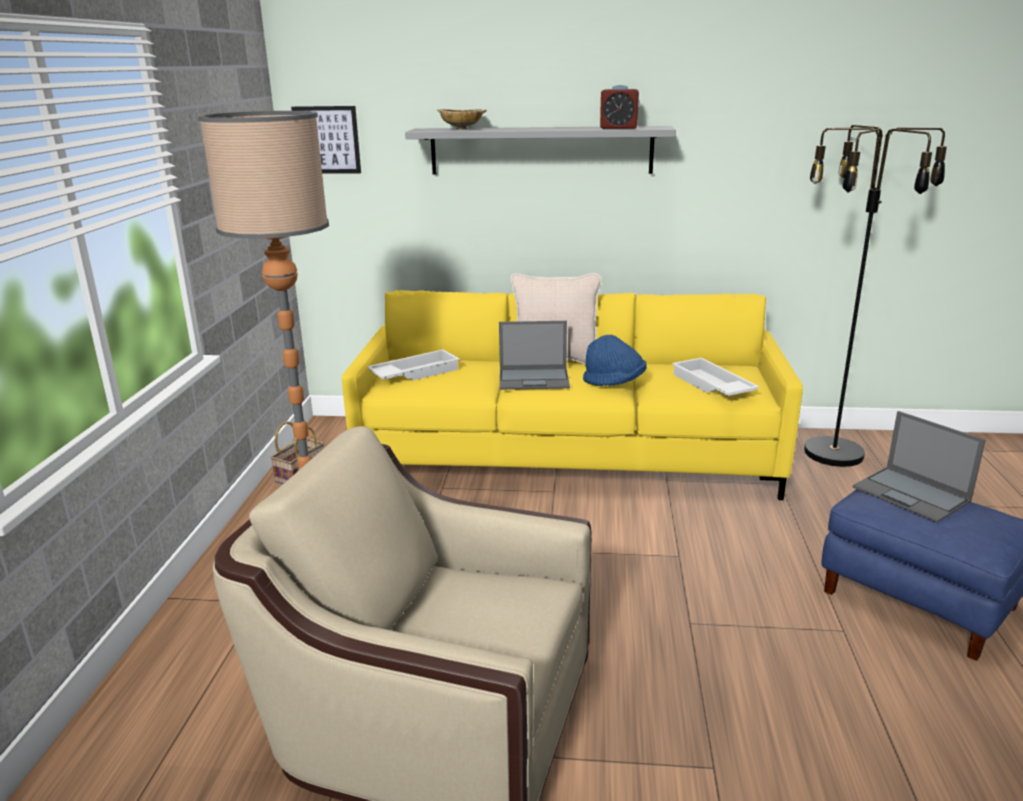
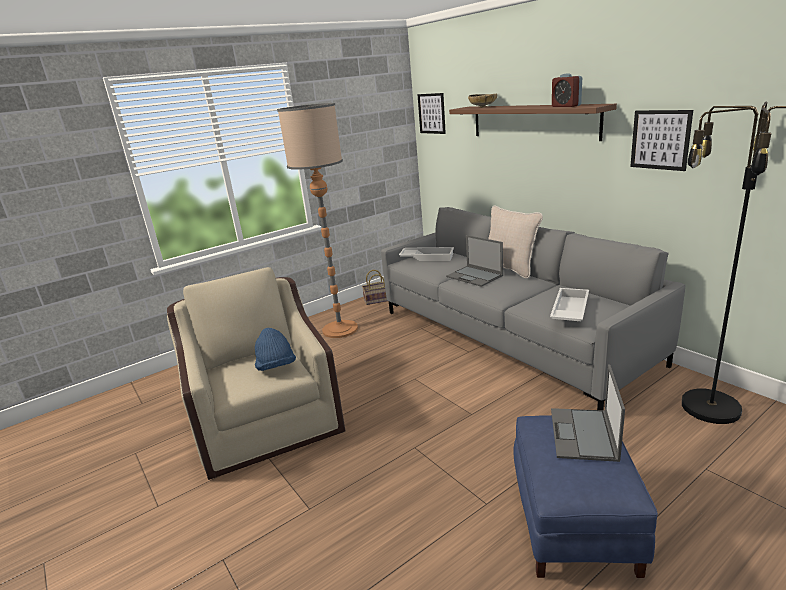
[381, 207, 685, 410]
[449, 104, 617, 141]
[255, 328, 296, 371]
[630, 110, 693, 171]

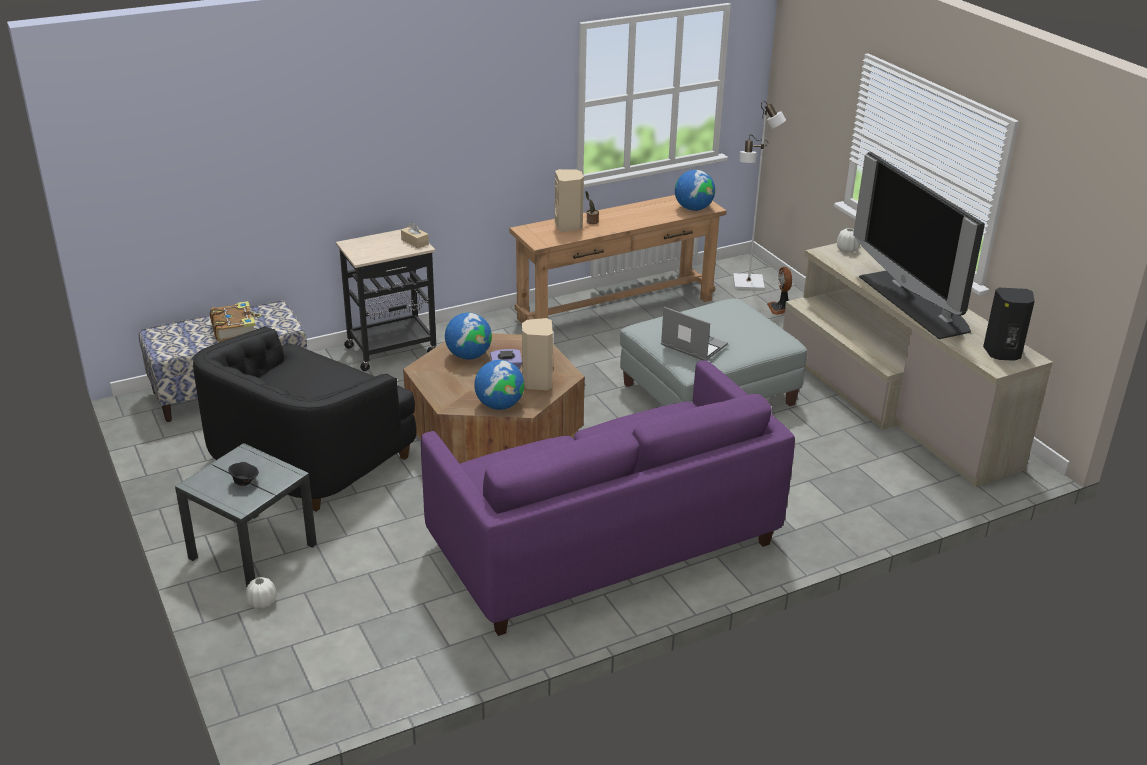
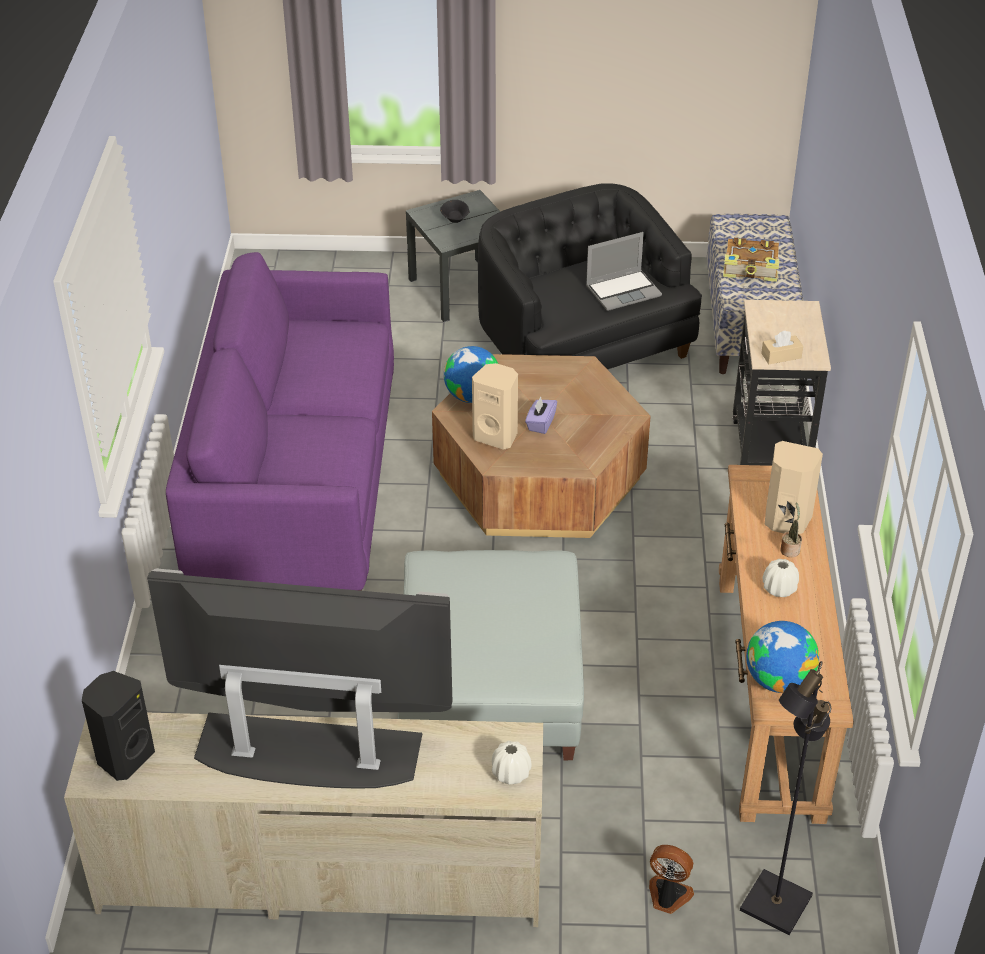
[763, 559, 799, 597]
[445, 313, 492, 360] (first image)
[586, 232, 662, 311]
[740, 661, 831, 935]

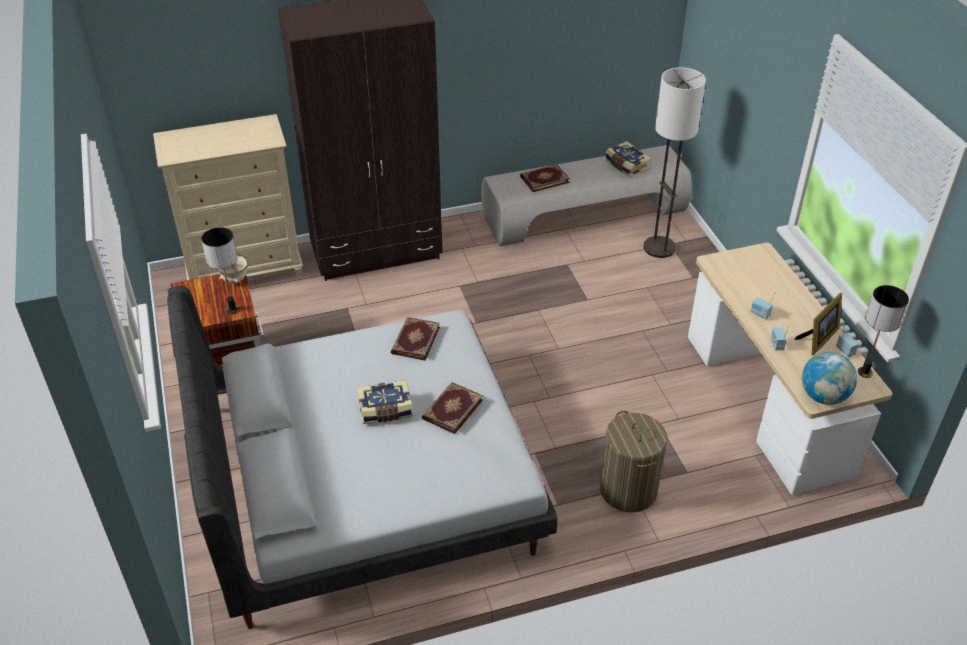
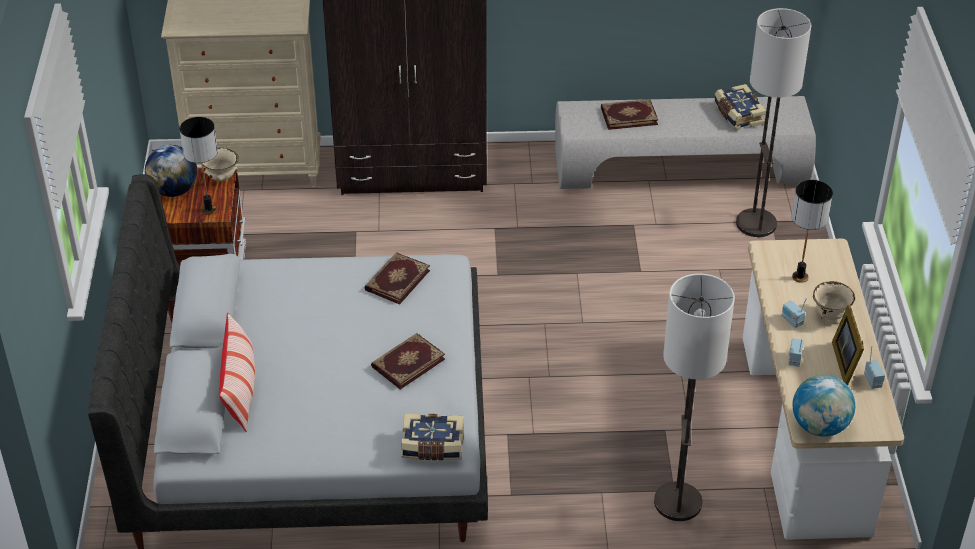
[401, 413, 464, 461]
[600, 411, 667, 512] (first image)
[832, 305, 864, 386]
[792, 180, 833, 283]
[145, 145, 197, 197]
[219, 312, 255, 432]
[654, 274, 735, 521]
[813, 281, 855, 320]

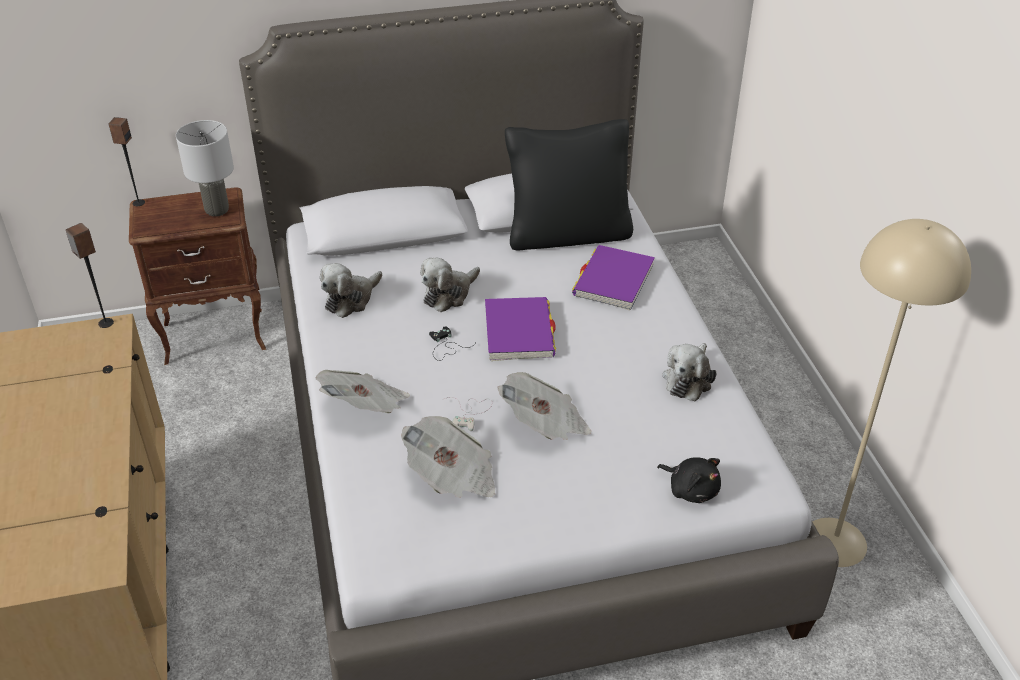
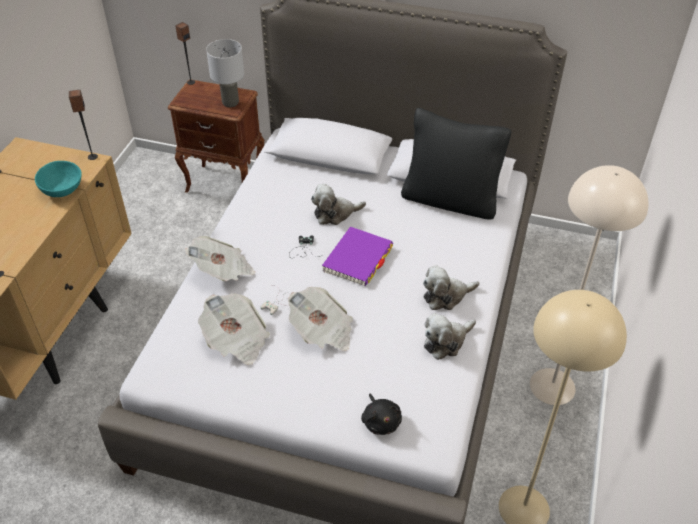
[423, 266, 479, 310]
[572, 245, 655, 310] (first image)
[35, 161, 82, 197]
[530, 165, 649, 405]

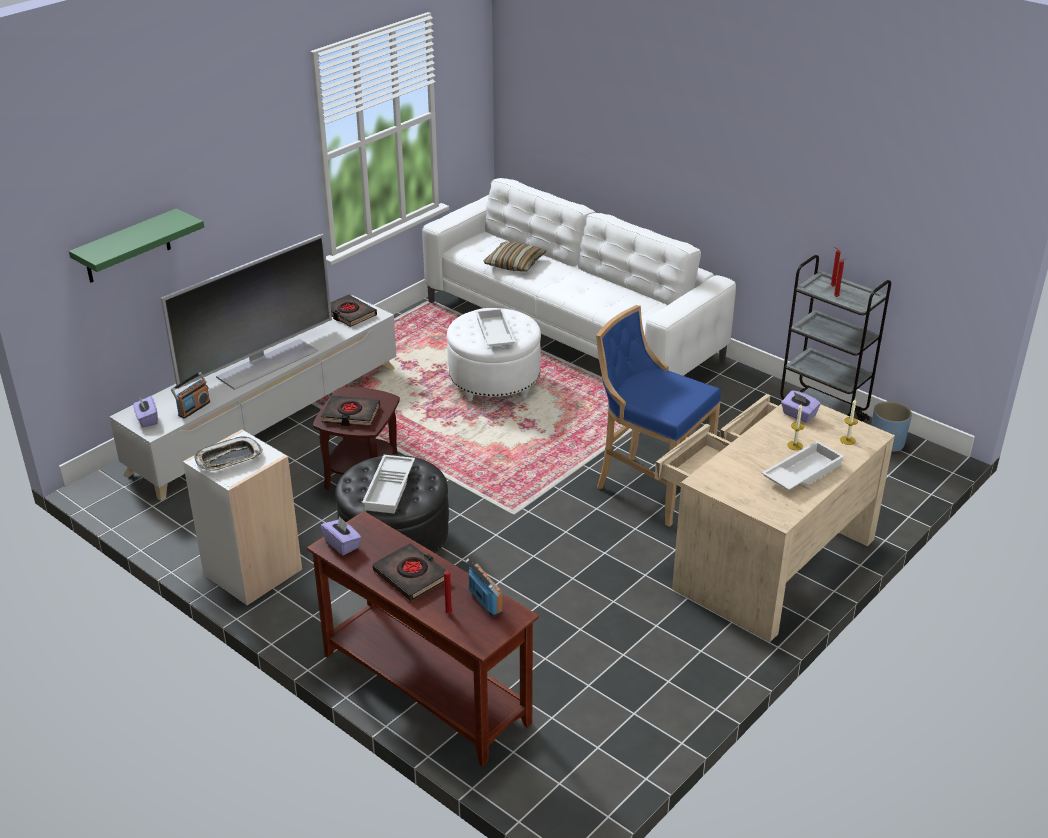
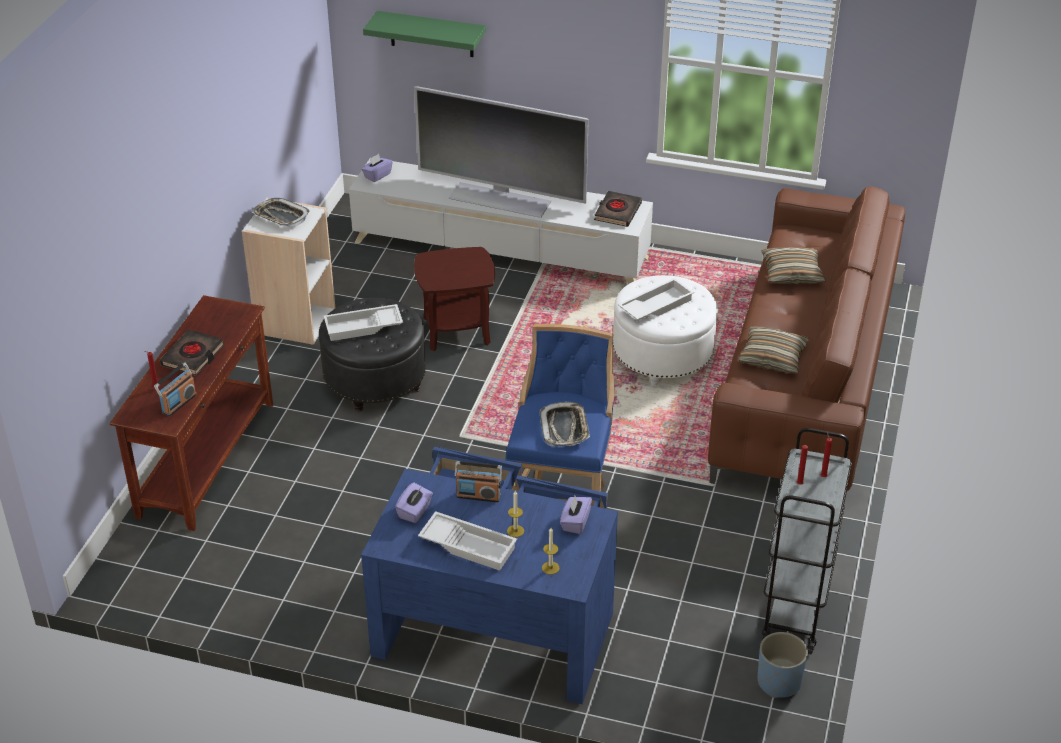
[454, 461, 502, 502]
[395, 482, 433, 523]
[321, 395, 380, 426] (first image)
[708, 186, 905, 503]
[361, 447, 618, 704]
[539, 401, 590, 447]
[739, 326, 809, 373]

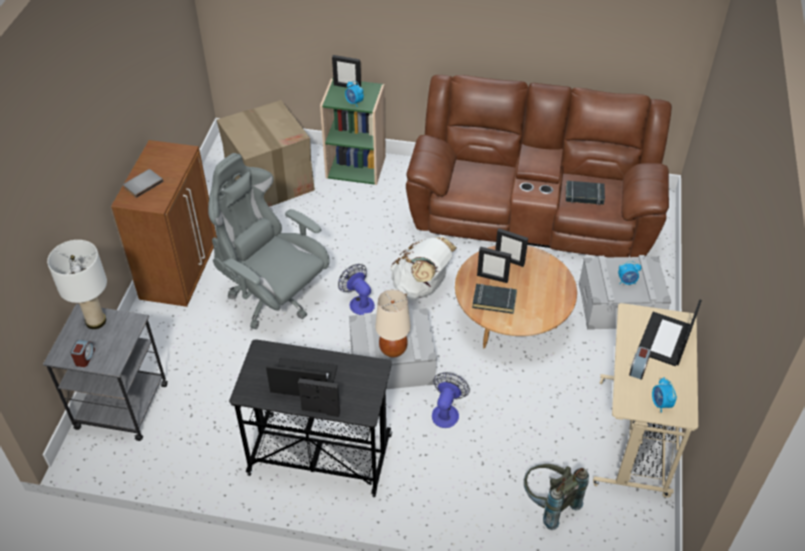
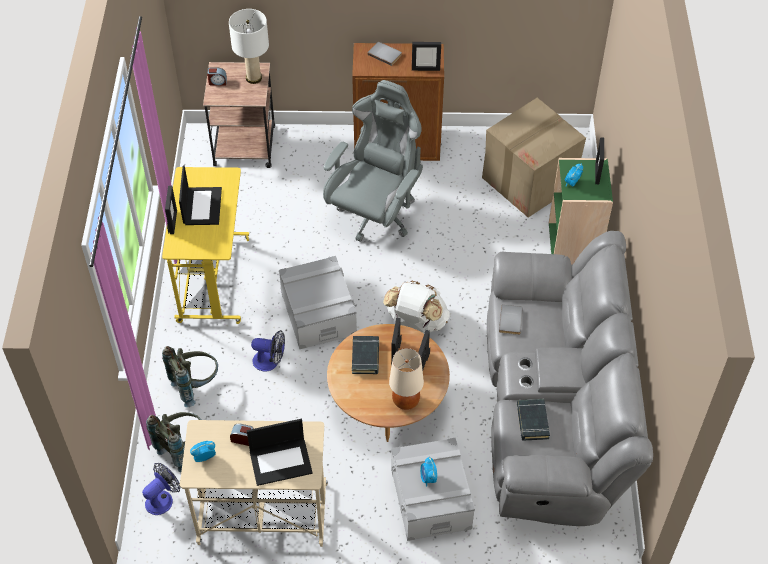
[203, 62, 275, 168]
[162, 167, 249, 324]
[142, 463, 180, 515]
[389, 348, 424, 410]
[487, 231, 653, 526]
[247, 419, 313, 486]
[162, 346, 218, 407]
[412, 42, 441, 71]
[499, 305, 523, 335]

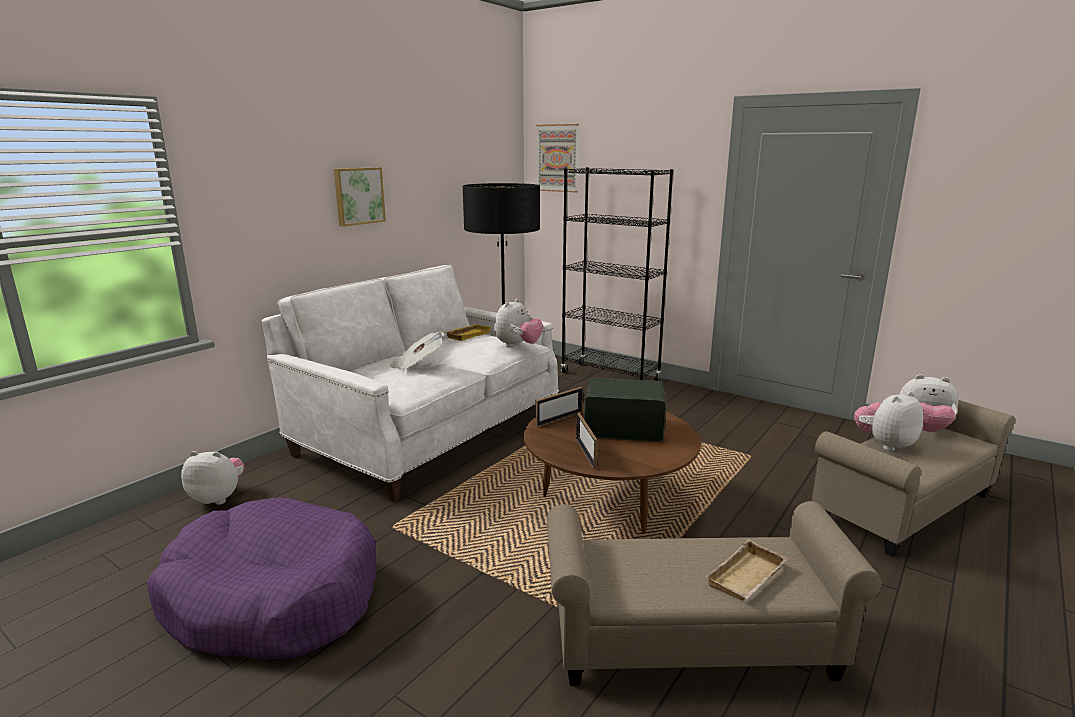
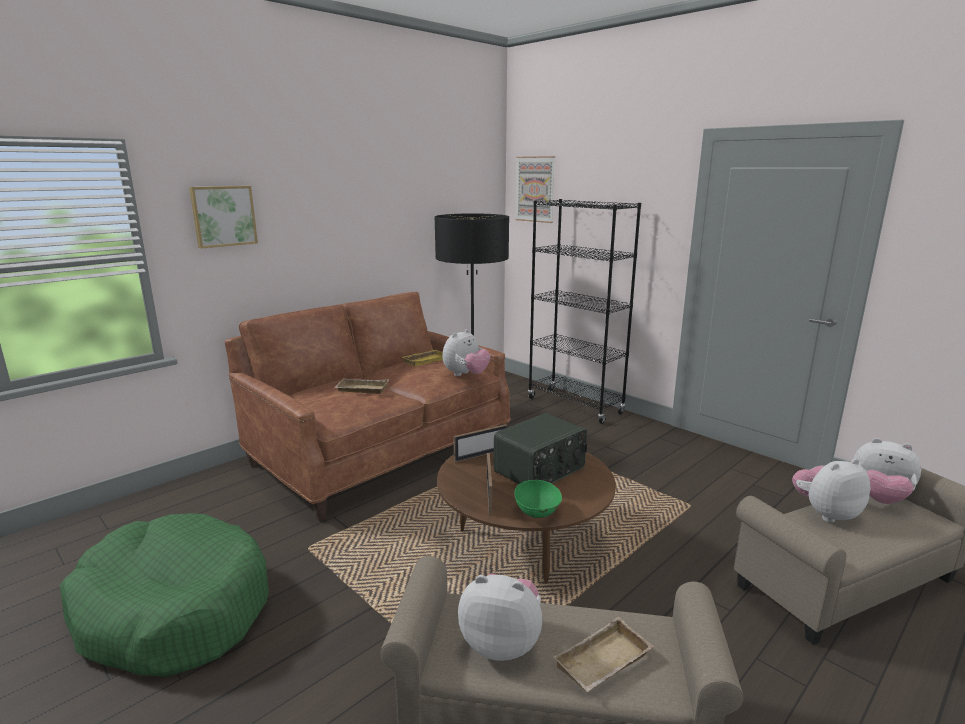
[60, 513, 269, 677]
[458, 574, 542, 661]
[225, 292, 511, 522]
[189, 186, 258, 248]
[334, 378, 389, 394]
[494, 413, 587, 484]
[514, 480, 562, 518]

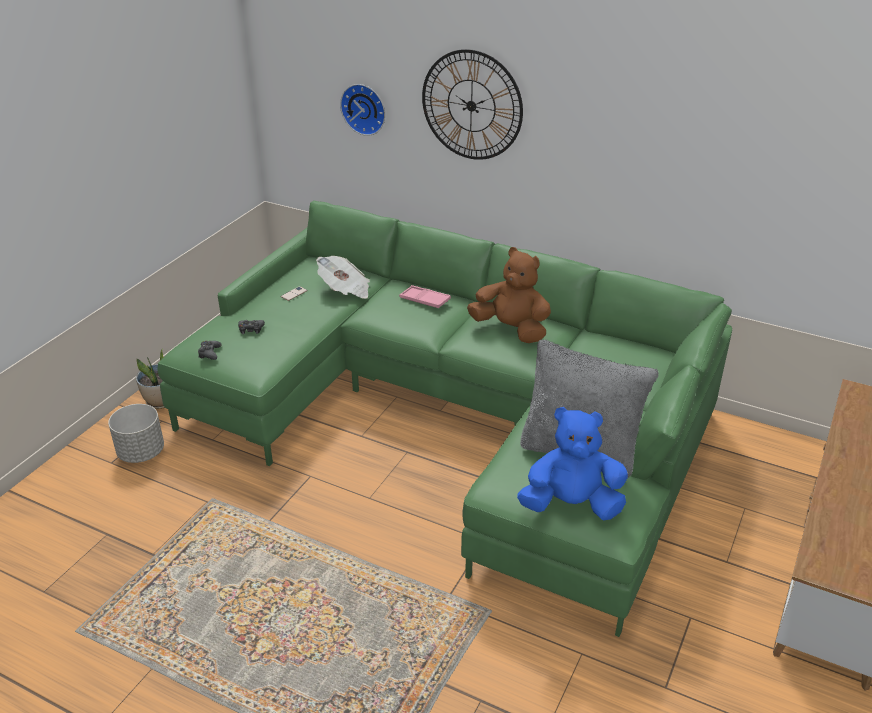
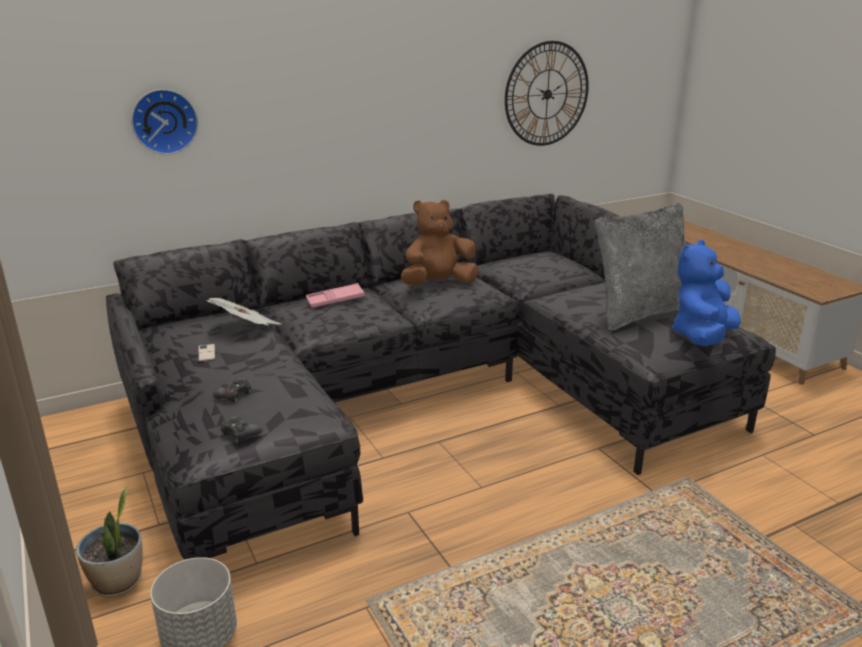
[106, 194, 776, 560]
[505, 41, 589, 146]

